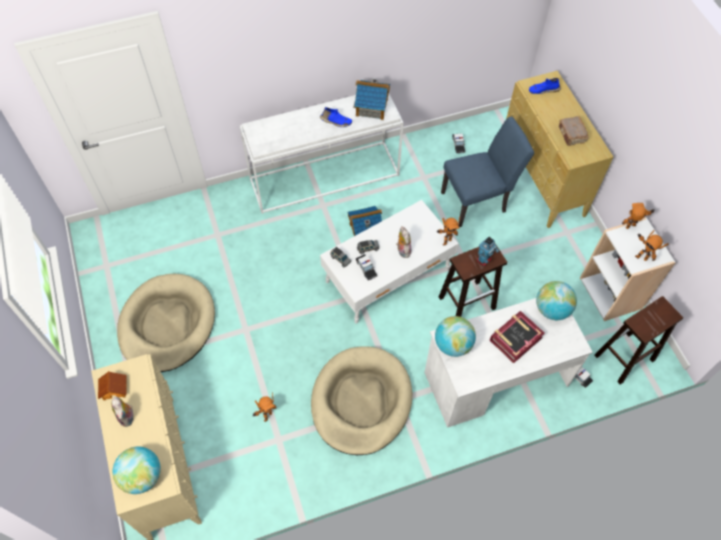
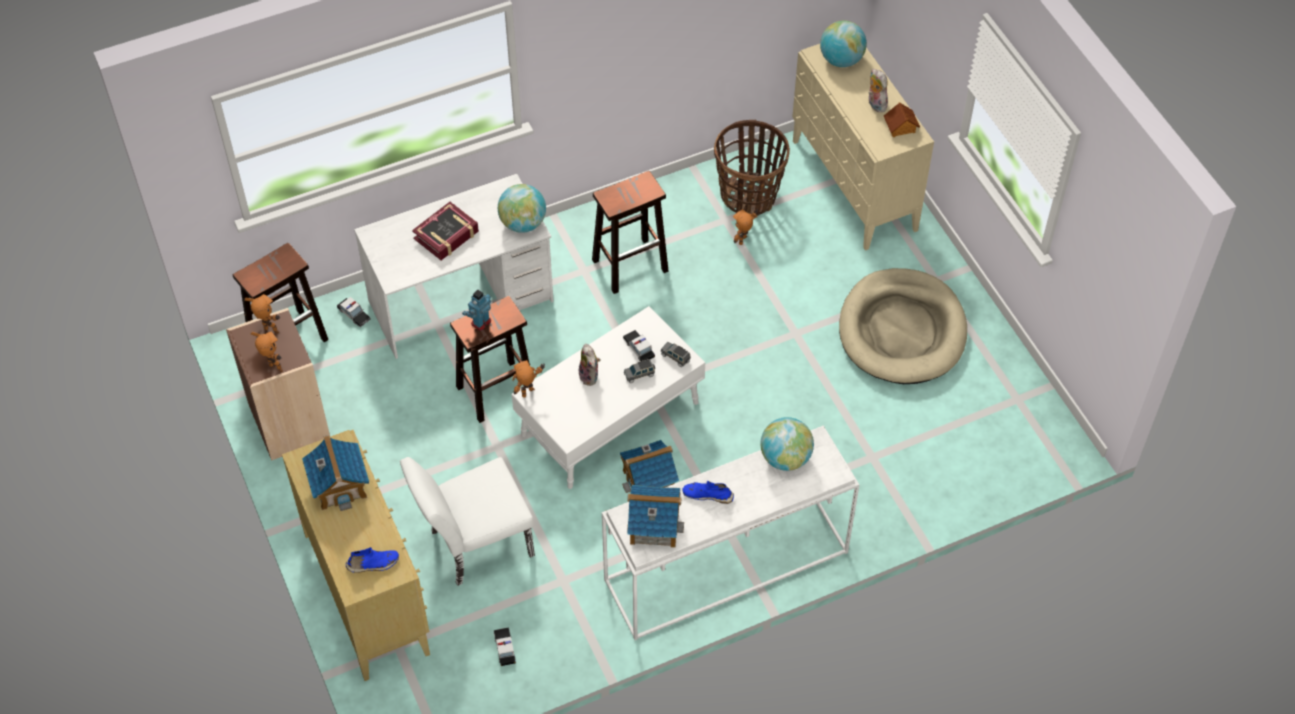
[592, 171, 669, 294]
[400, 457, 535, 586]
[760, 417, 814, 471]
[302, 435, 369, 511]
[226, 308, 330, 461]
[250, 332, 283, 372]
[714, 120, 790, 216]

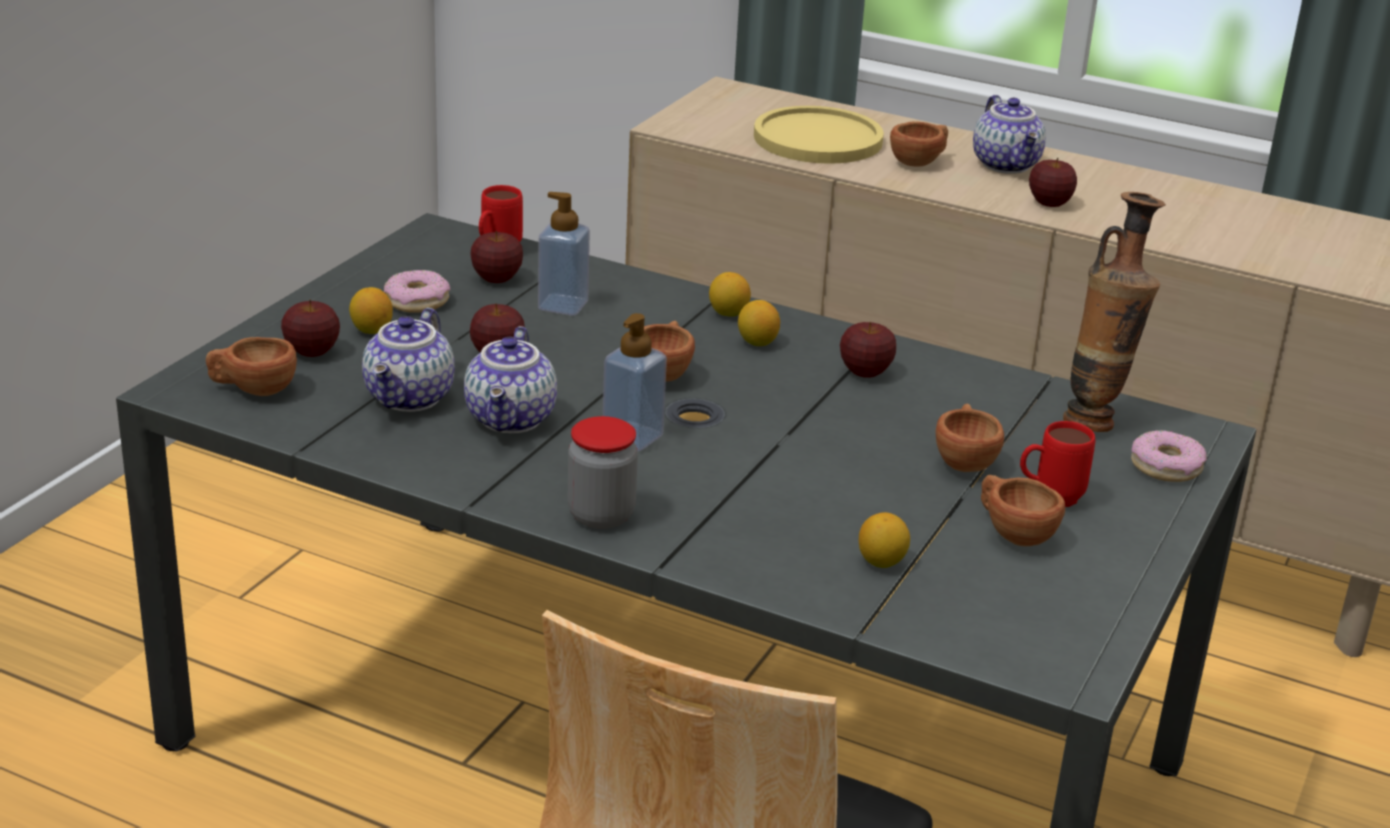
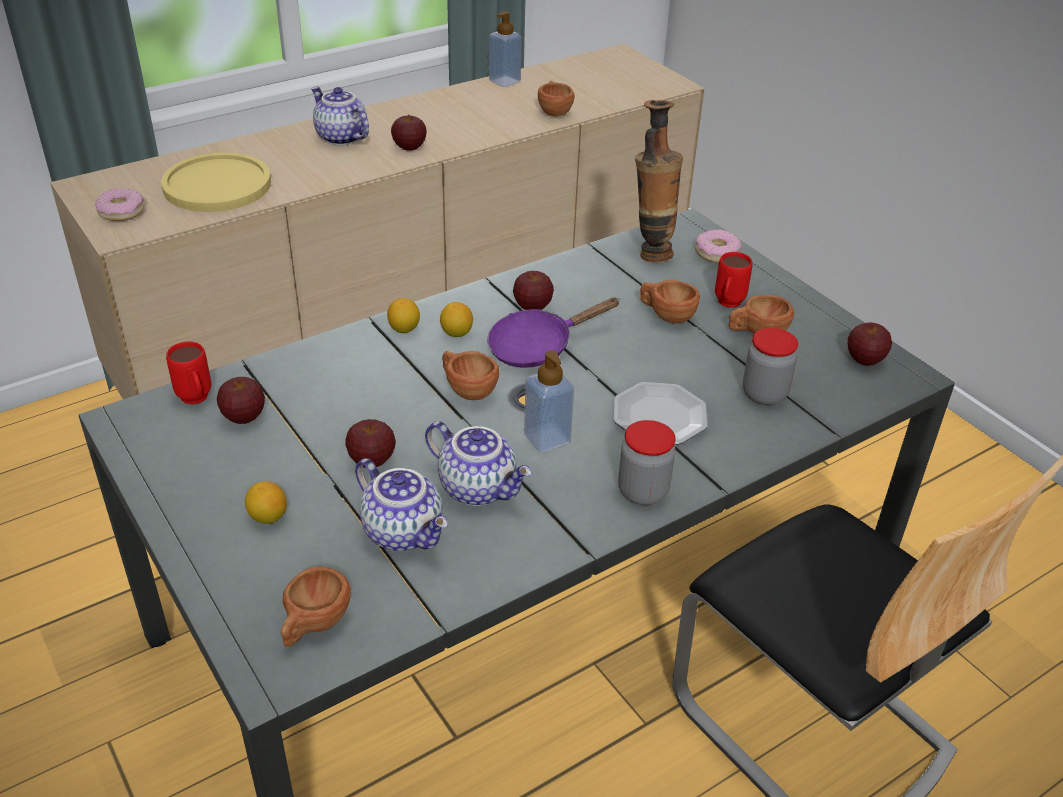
[848, 323, 892, 366]
[95, 188, 144, 221]
[489, 11, 522, 87]
[743, 328, 798, 405]
[538, 81, 574, 116]
[311, 87, 369, 145]
[487, 297, 619, 368]
[613, 382, 707, 445]

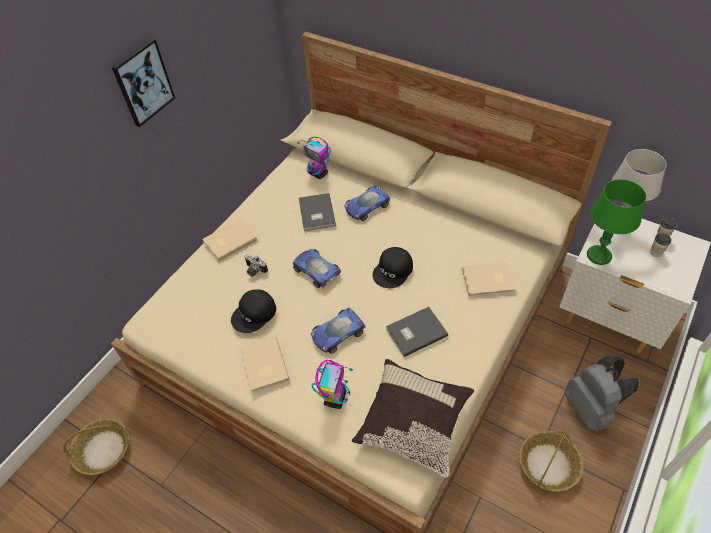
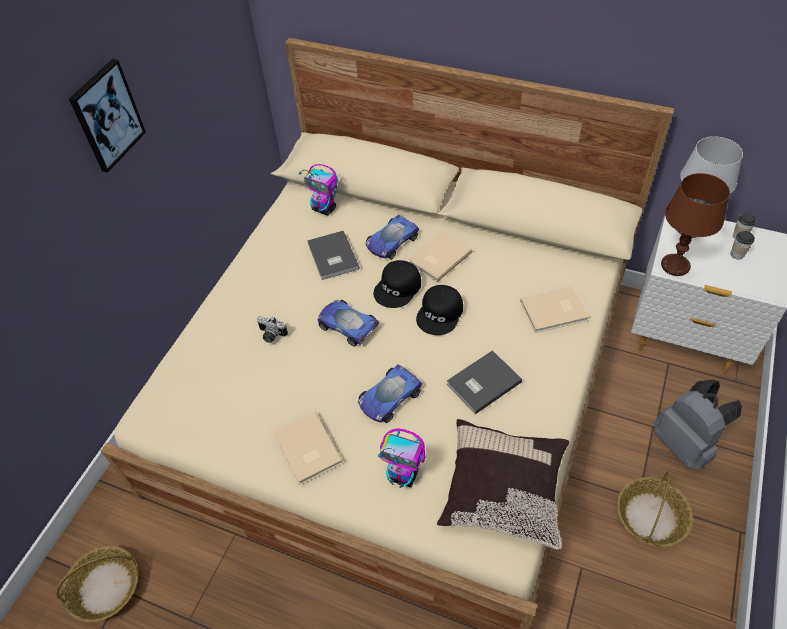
[408, 231, 472, 282]
[374, 260, 421, 308]
[378, 428, 426, 488]
[661, 173, 730, 276]

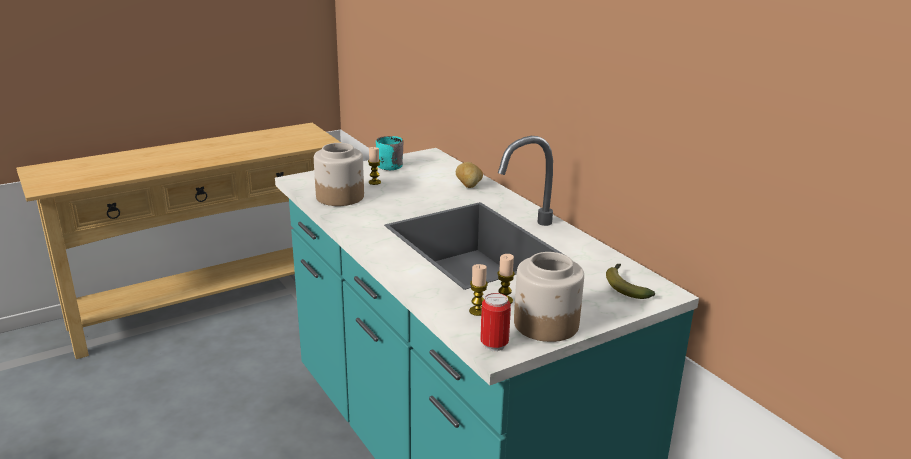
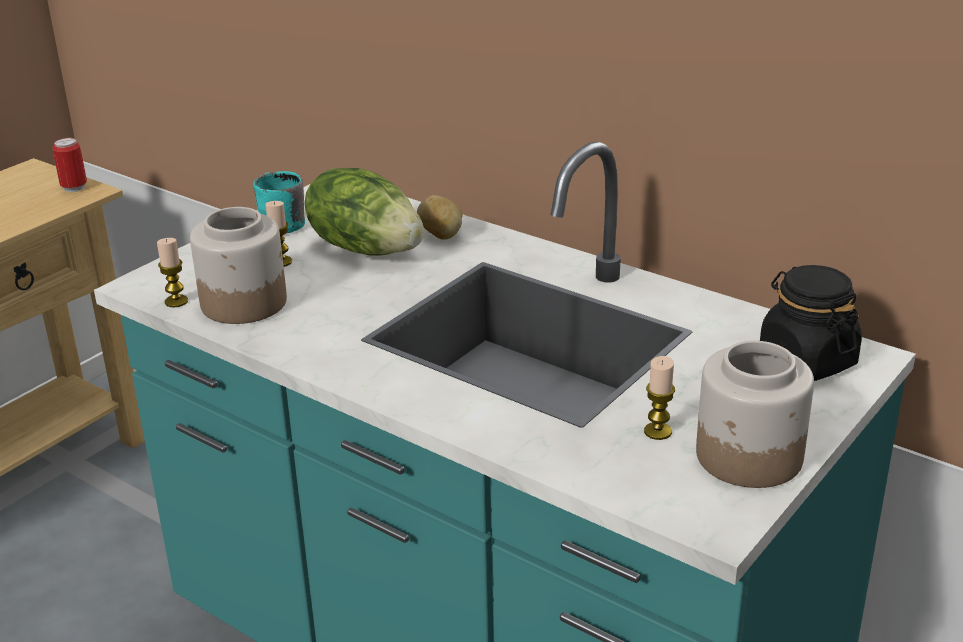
[157, 238, 188, 307]
[52, 138, 87, 192]
[760, 265, 862, 381]
[304, 168, 424, 256]

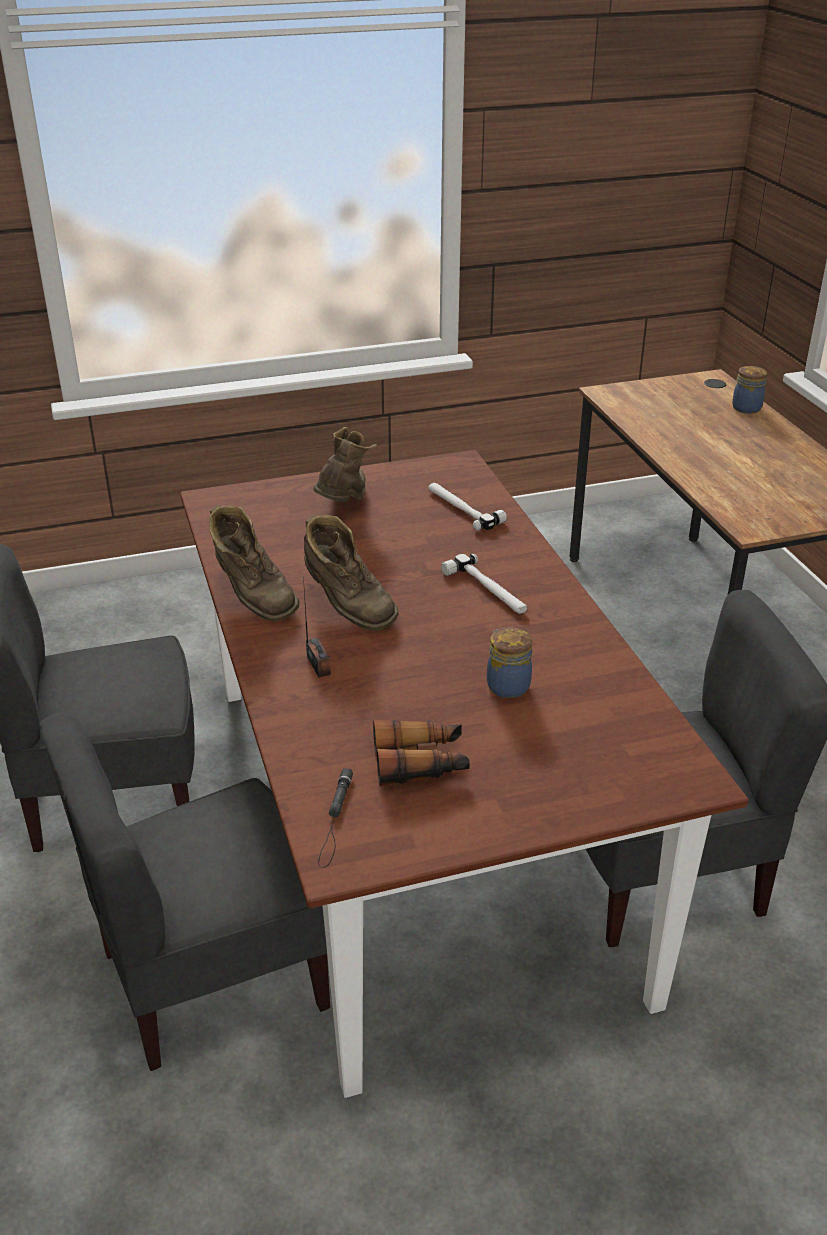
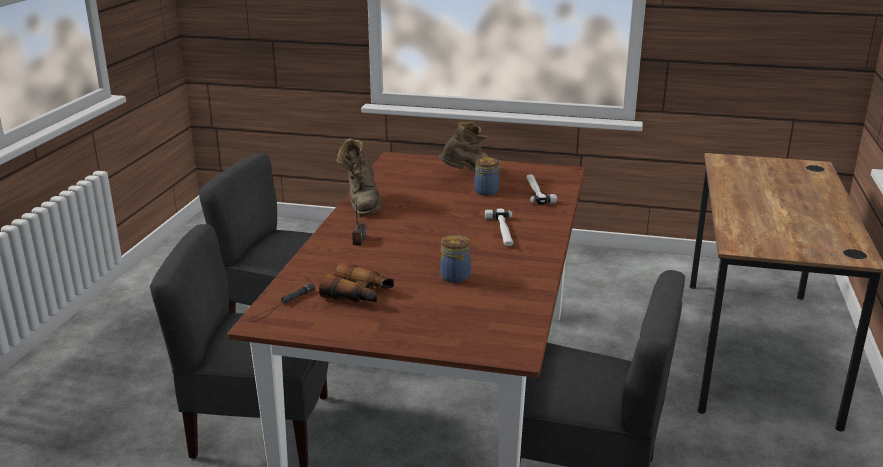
[304, 514, 399, 631] (first image)
[474, 157, 501, 196]

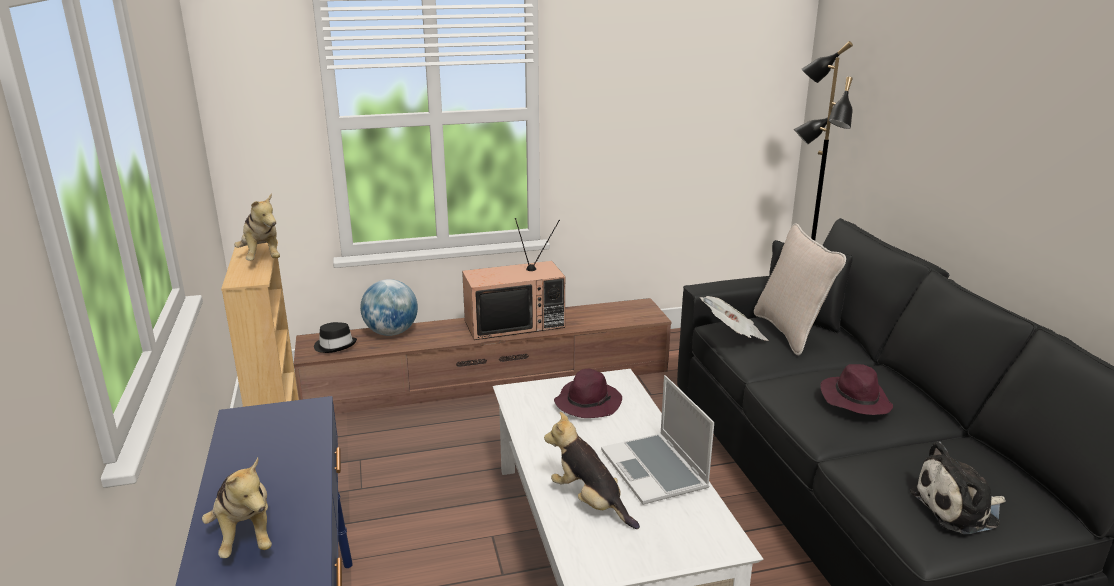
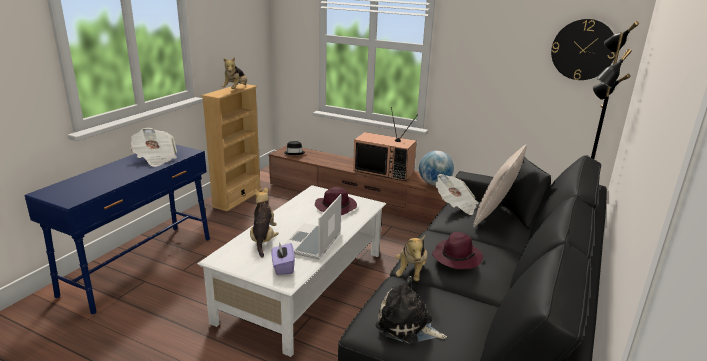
[396, 236, 428, 281]
[419, 151, 454, 185]
[131, 128, 177, 167]
[272, 242, 295, 275]
[551, 19, 616, 80]

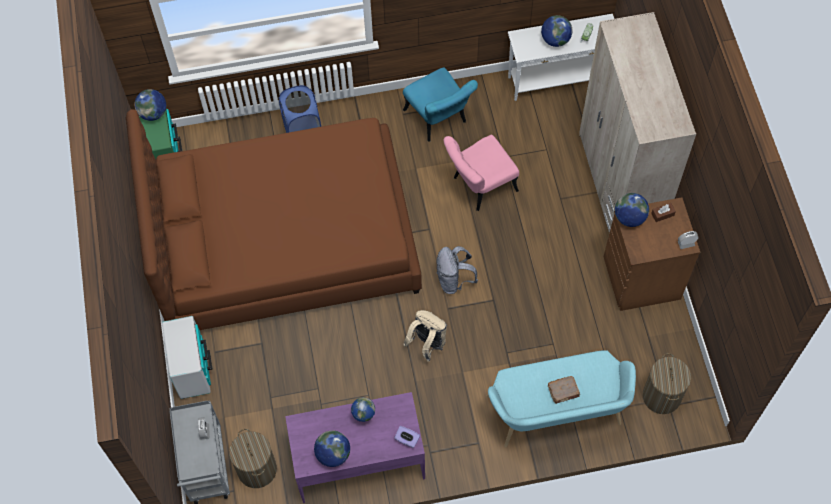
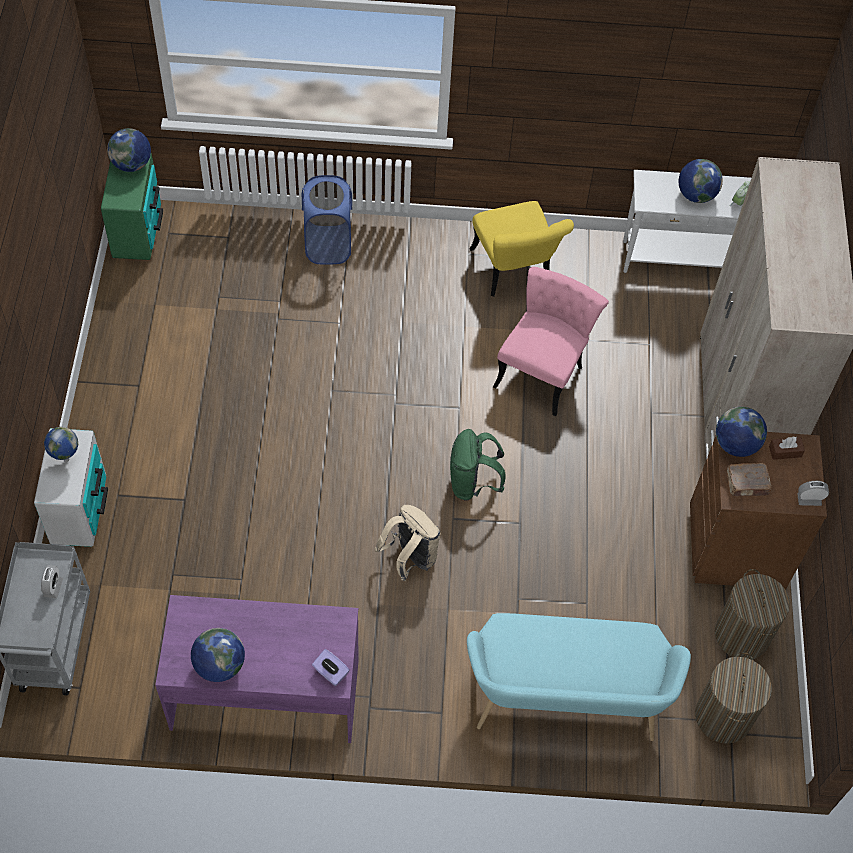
[126, 109, 422, 330] (first image)
[715, 569, 790, 659]
[44, 427, 78, 462]
[469, 201, 574, 297]
[450, 429, 506, 501]
[493, 267, 609, 416]
[727, 463, 771, 496]

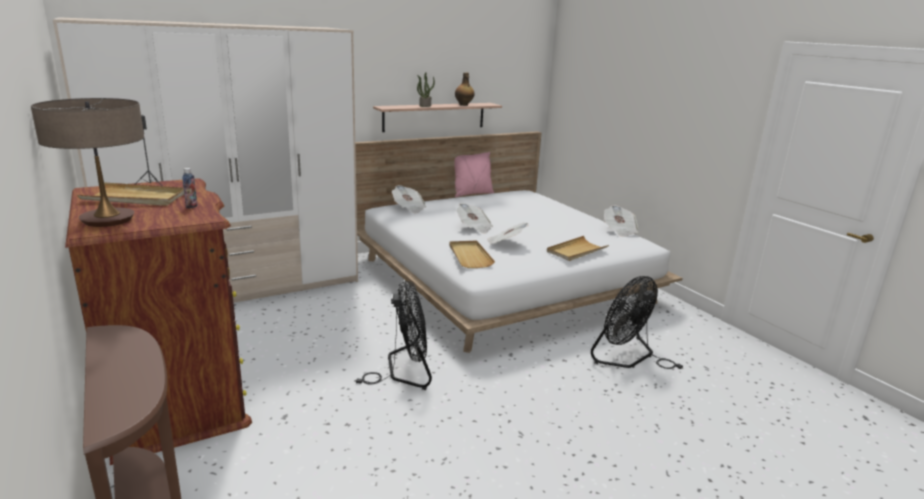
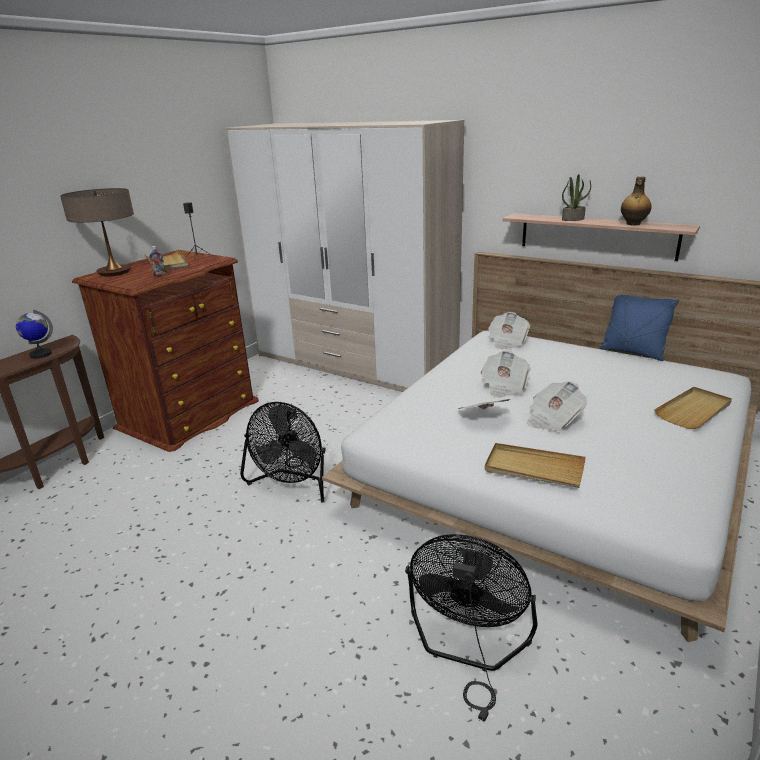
[240, 402, 325, 503]
[654, 387, 732, 429]
[600, 295, 679, 361]
[527, 382, 587, 431]
[16, 310, 53, 359]

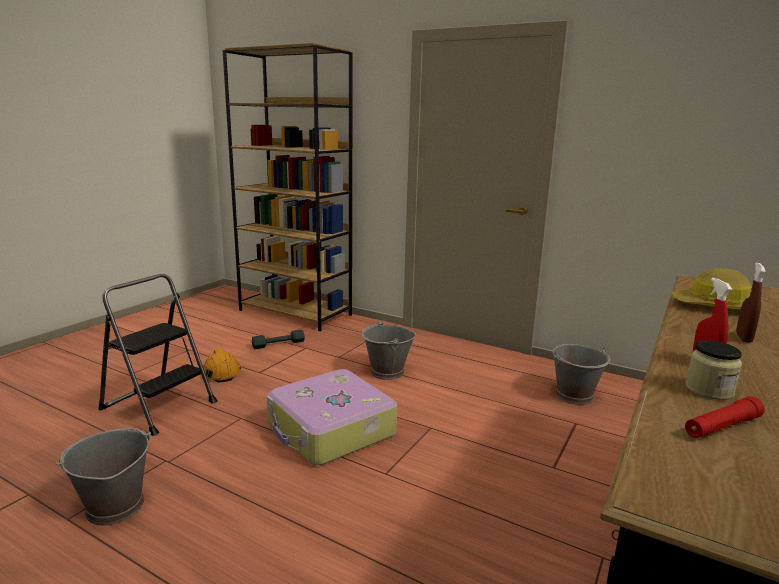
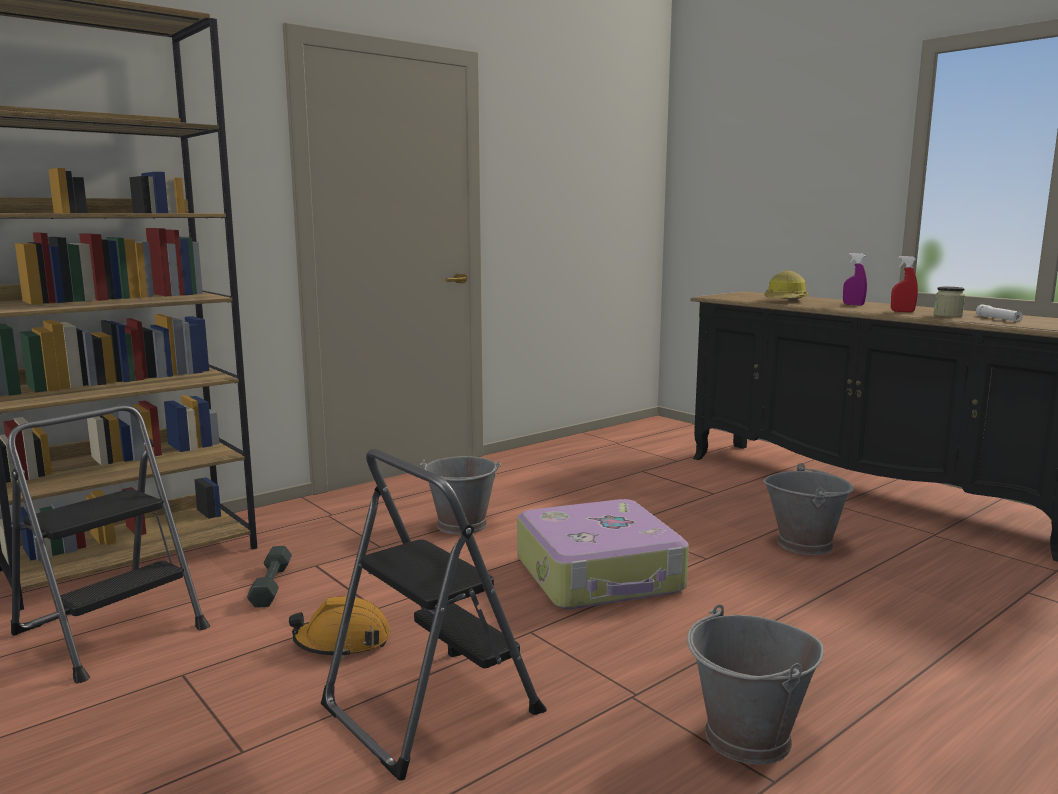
[763, 463, 854, 555]
[976, 304, 1023, 321]
[843, 253, 867, 305]
[8, 405, 210, 684]

